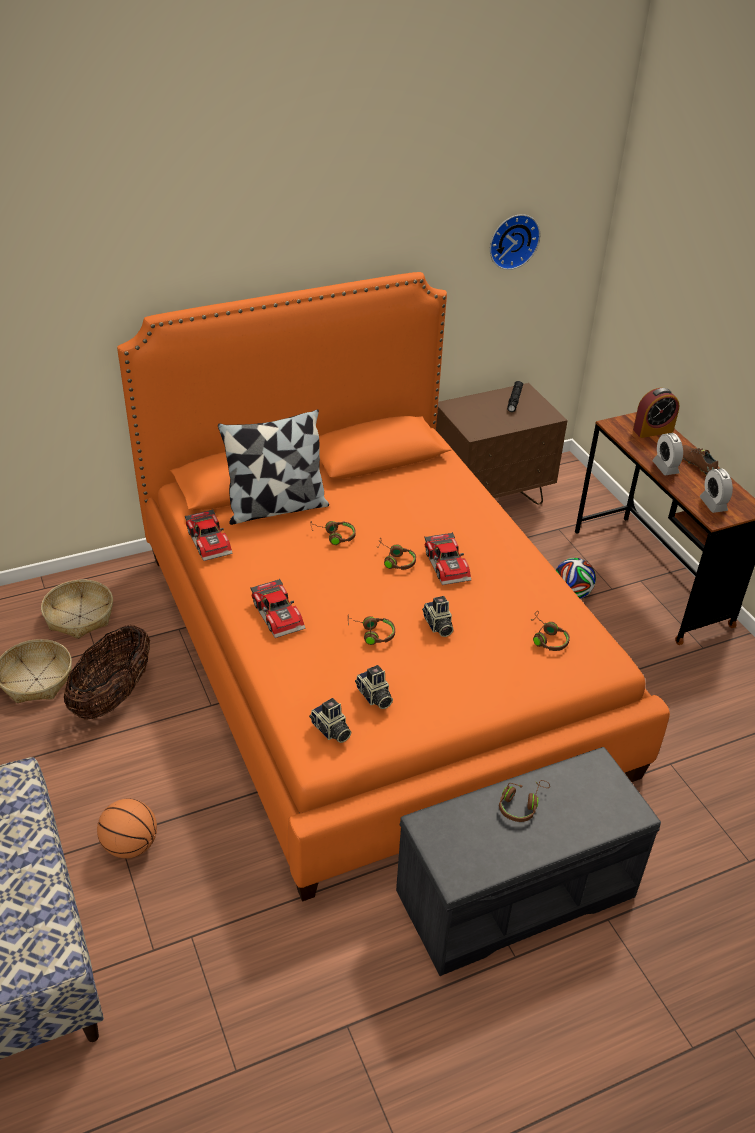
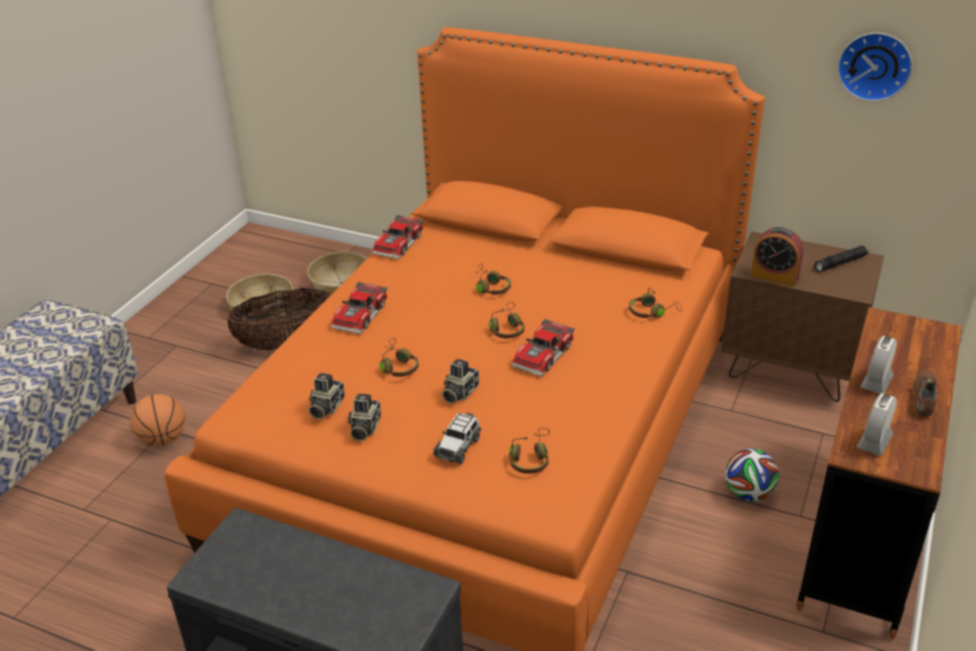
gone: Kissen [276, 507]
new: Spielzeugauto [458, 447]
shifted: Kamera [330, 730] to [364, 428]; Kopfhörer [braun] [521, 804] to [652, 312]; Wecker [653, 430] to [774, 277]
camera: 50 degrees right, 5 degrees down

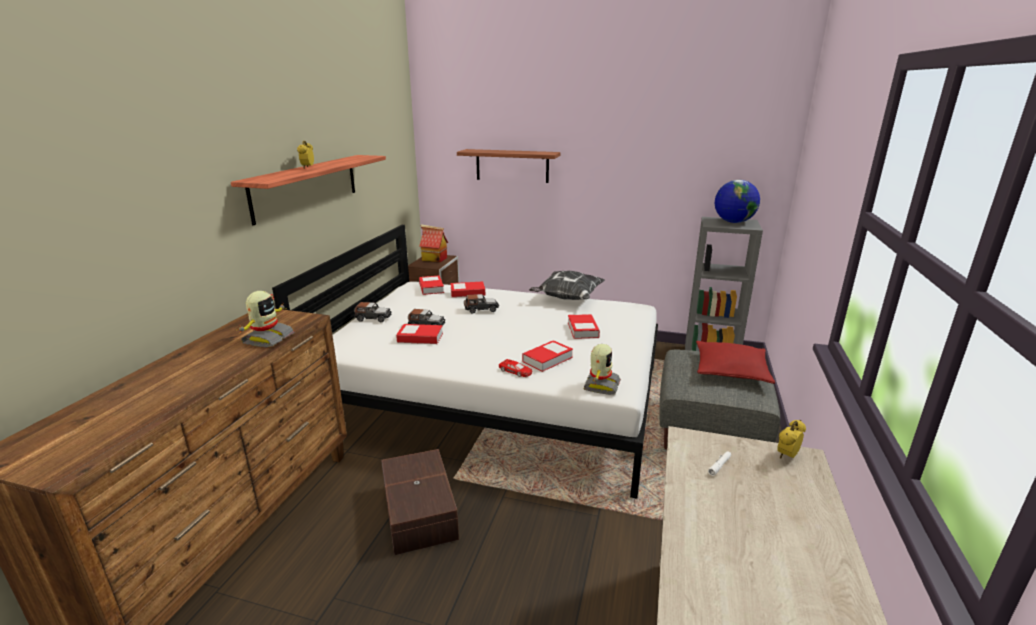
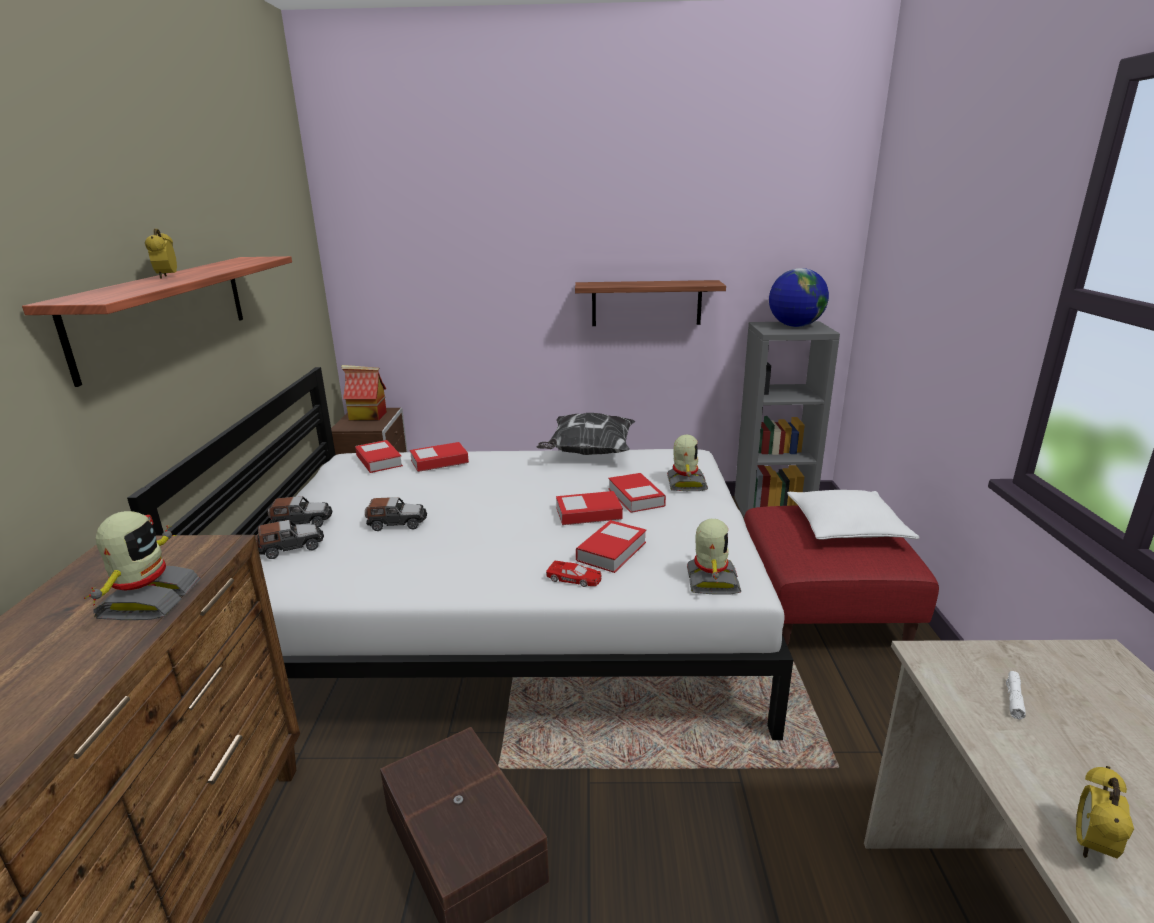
new: Spielzeugroboter [685, 484]
shifted: Spielzeugauto [481, 309] to [291, 547]; Buch [420, 338] to [588, 513]; Wandregal [512, 166] to [646, 303]; Wecker [786, 456] to [1091, 846]
repainted: Polsterhocker [grau] [708, 429] to Polsterhocker [rot] [821, 611]; Kissen [rot] [731, 370] to Kissen [weiß] [846, 527]
camera: 15 degrees left, 0 degrees up

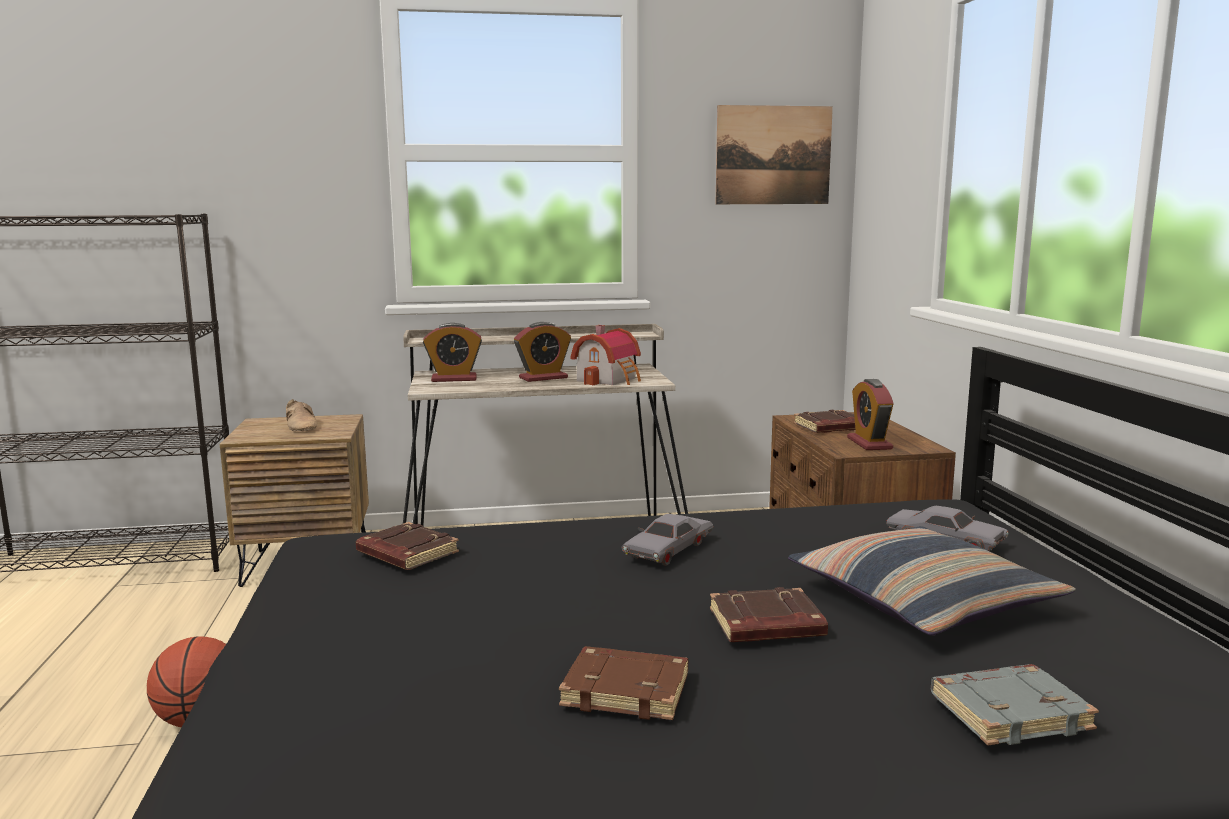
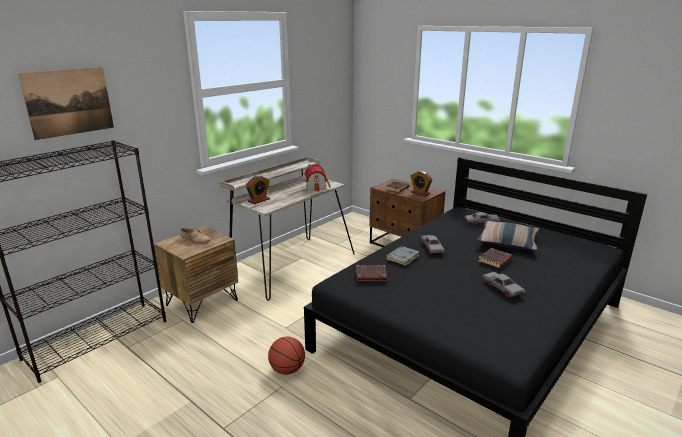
gone: Wecker [543, 378]
shifted: Bild [773, 155] to [69, 102]; Buch [grau] [1009, 712] to [402, 257]
swapped: Buch [braun] [627, 690] to Spielzeugauto [grau] [502, 288]
camera: 40 degrees left, 10 degrees up

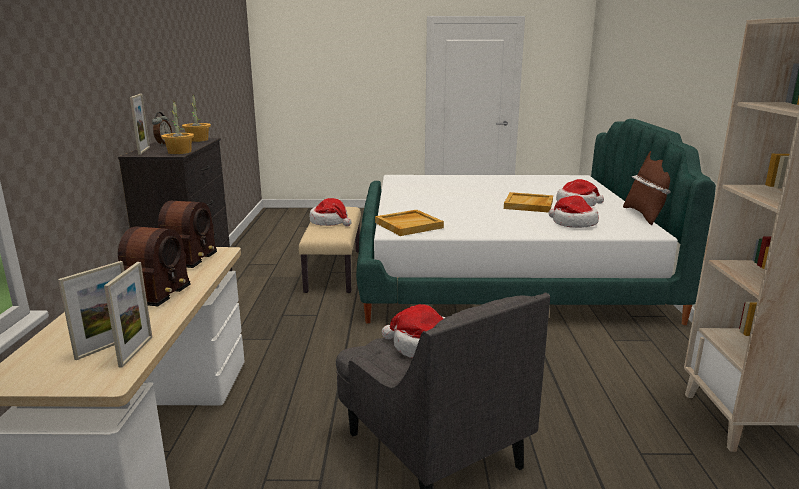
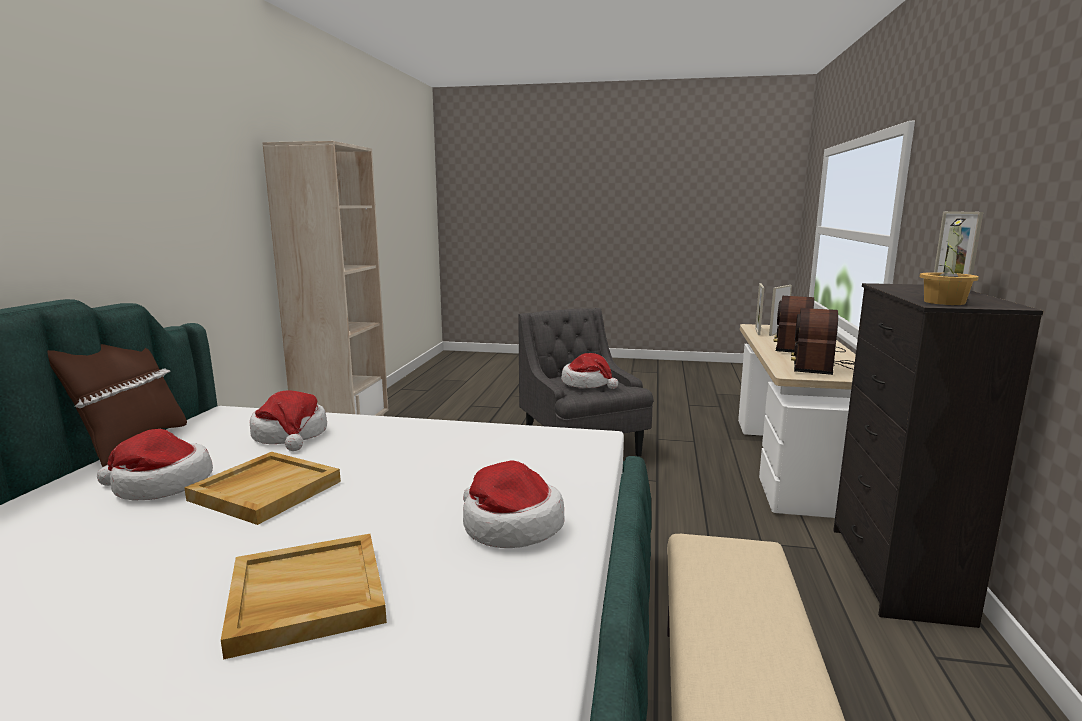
gone: Wecker [163, 144]; Topfpflanze [179, 152]
shifted: Tablett [beige] [409, 225] to [306, 597]; Hut [330, 222] to [510, 526]
camera: 170 degrees left, 5 degrees down

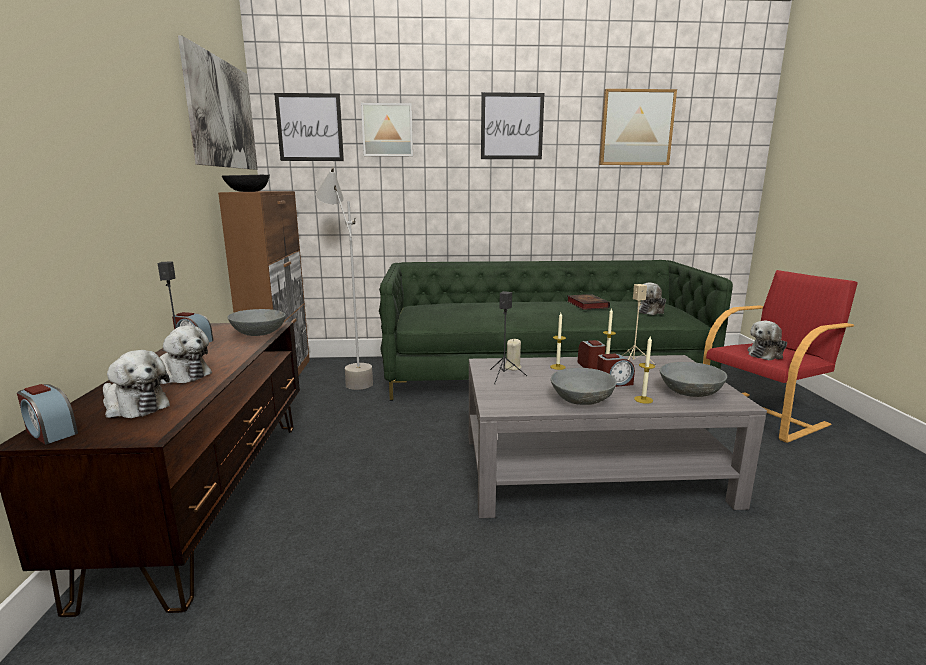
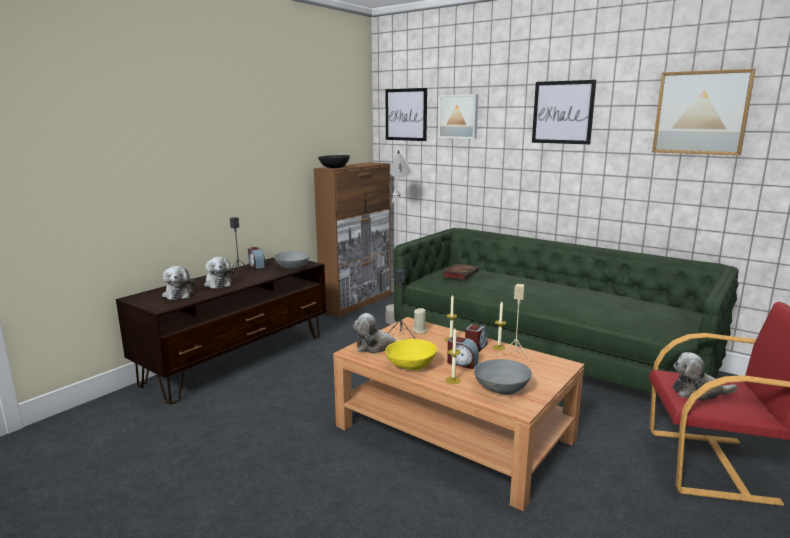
gone: Wecker [50, 432]; Bild [222, 114]
shifted: Plüschtier [651, 311] to [376, 347]; Buch [586, 304] to [460, 274]
repainted: Couchtisch [grau] [592, 469] to Couchtisch [braun] [454, 433]; Schüssel [grau] [581, 400] to Schüssel [gelb] [411, 365]
camera: 40 degrees right, 0 degrees up

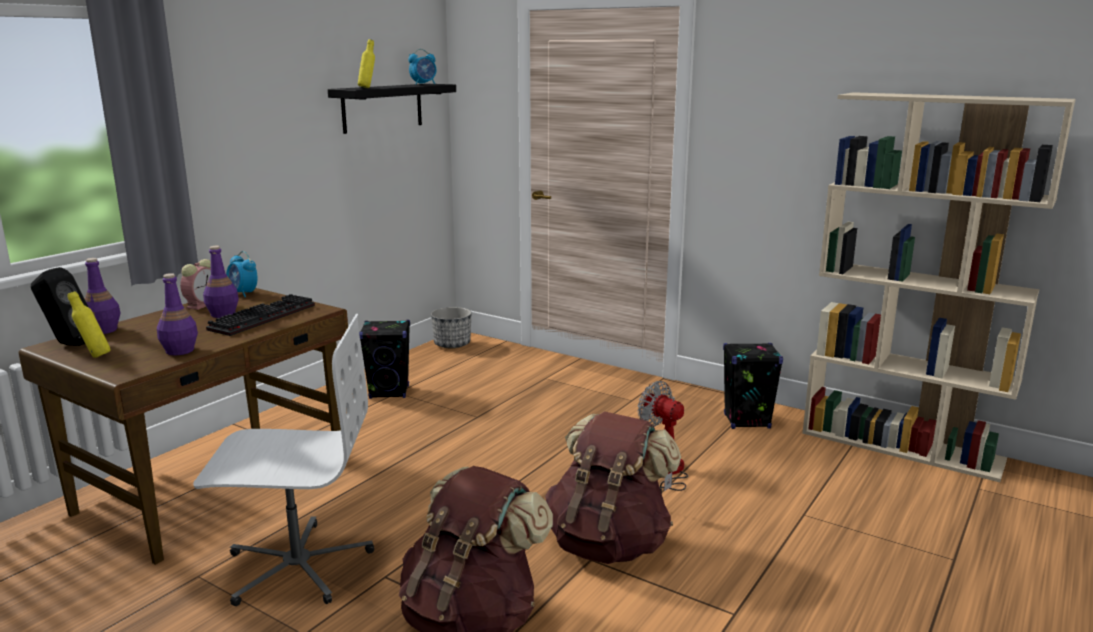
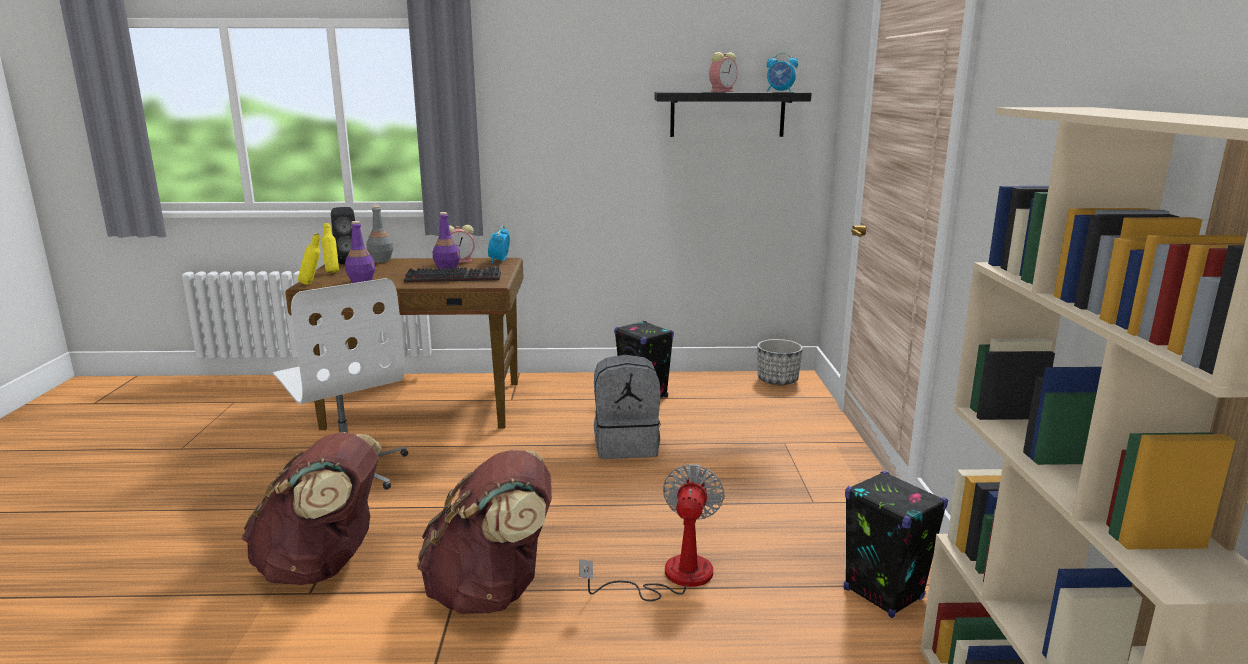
new: Rucksack [grau] [626, 445]; Wecker [722, 91]
shifted: Flasche [gelb] [368, 88] to [312, 284]
repainted: Flasche [lila] [104, 330] to Flasche [grau] [381, 260]
camera: 55 degrees right, 0 degrees up

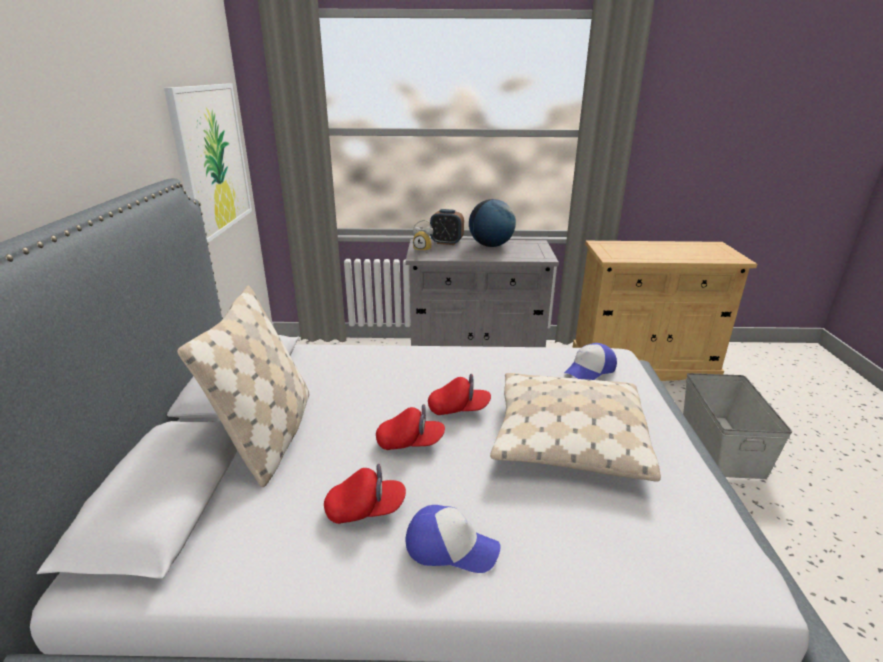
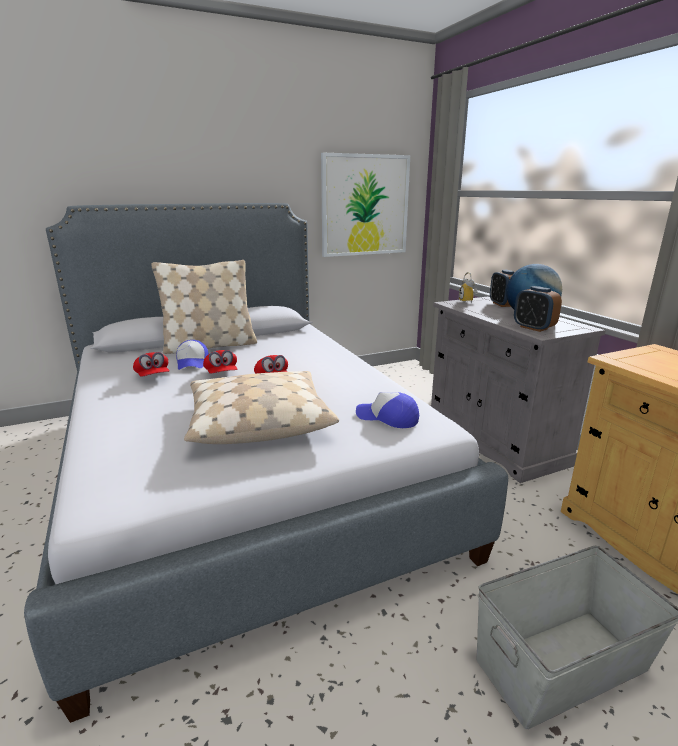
new: Wecker [533, 328]
shifted: Kappe [451, 547] to [192, 362]
camera: 65 degrees right, 5 degrees down

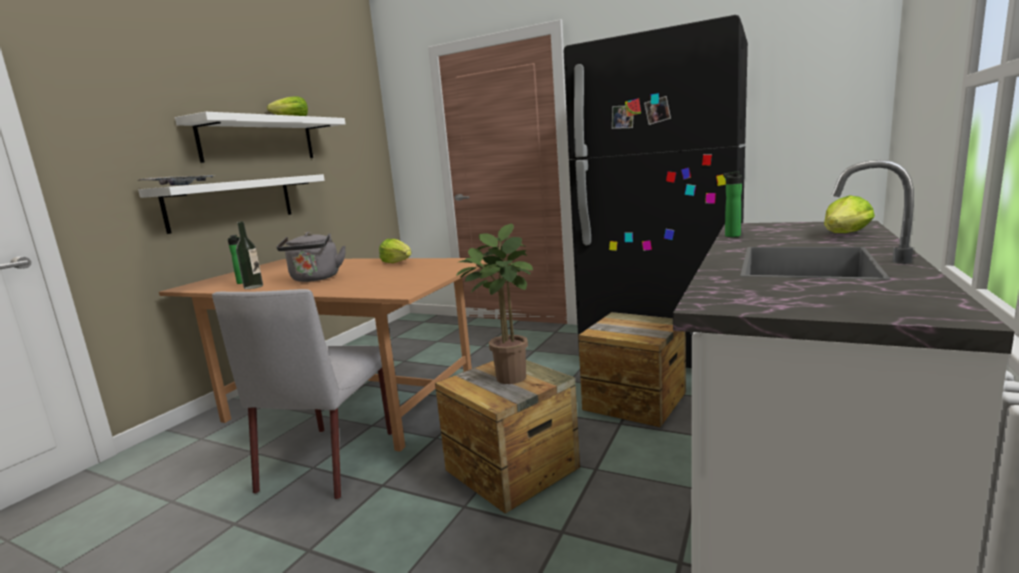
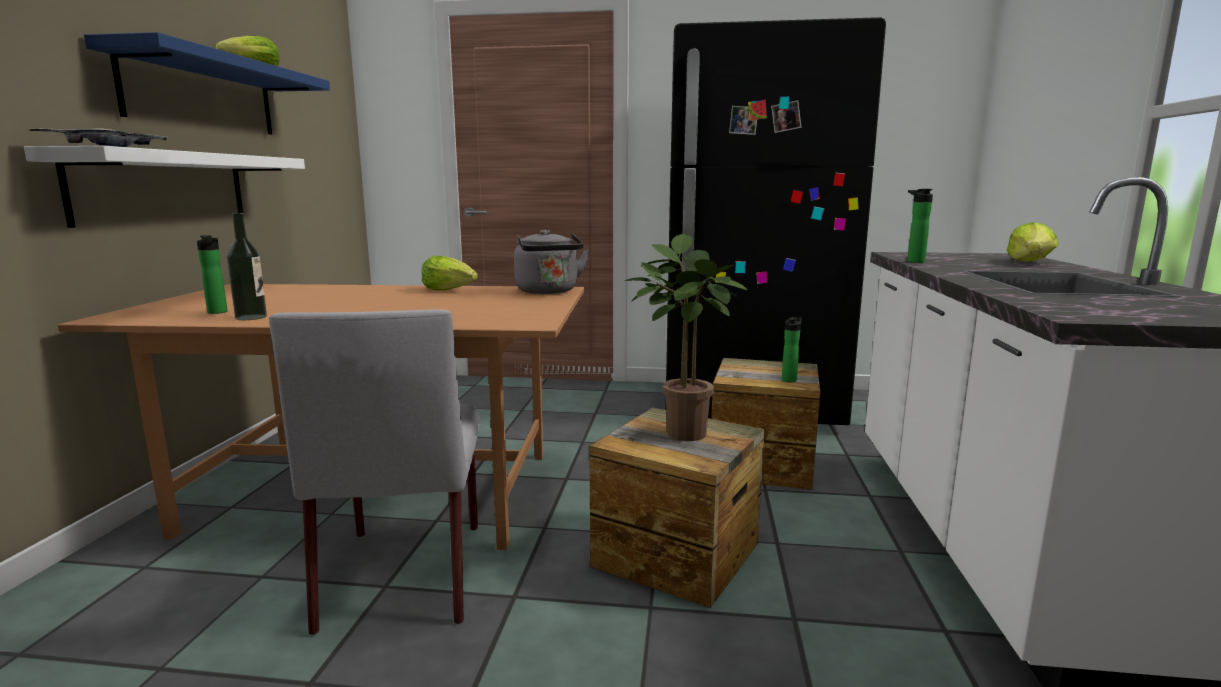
new: Flasche [789, 379]
shifted: Wasserkessel [grau] [315, 279] to [548, 292]
repainted: Wandregal [weiß] [258, 140] to Wandregal [blau] [202, 95]
camera: 20 degrees left, 0 degrees up

